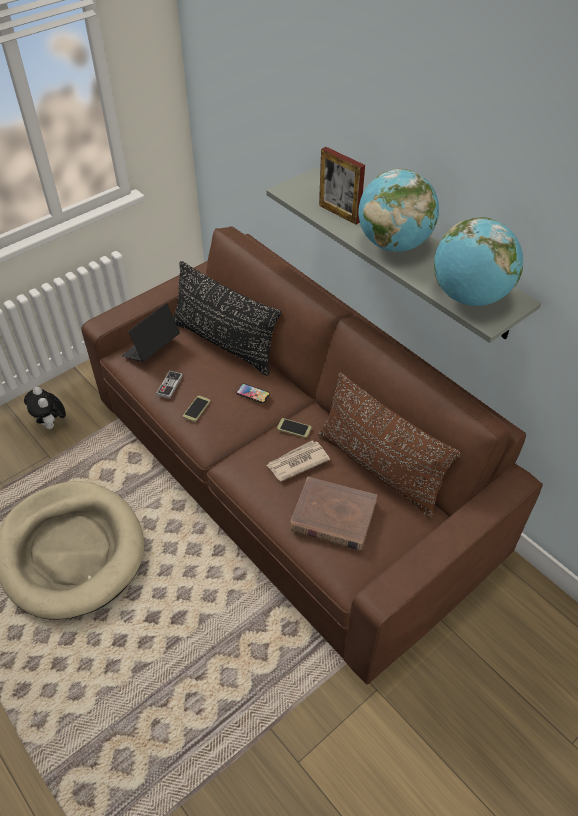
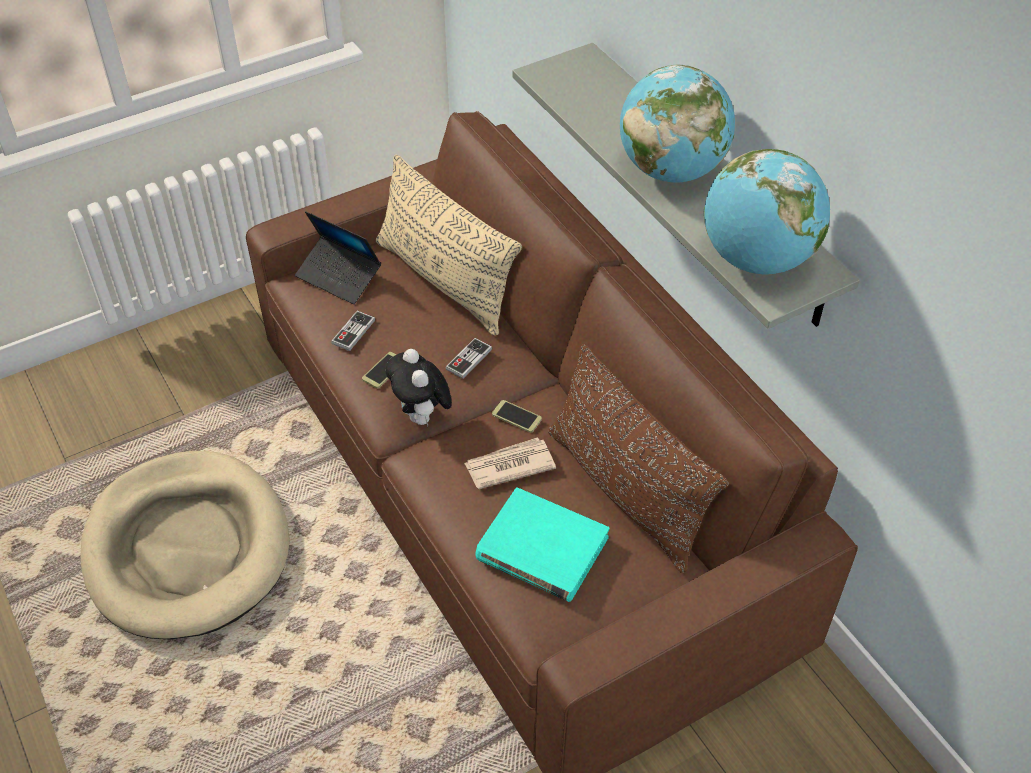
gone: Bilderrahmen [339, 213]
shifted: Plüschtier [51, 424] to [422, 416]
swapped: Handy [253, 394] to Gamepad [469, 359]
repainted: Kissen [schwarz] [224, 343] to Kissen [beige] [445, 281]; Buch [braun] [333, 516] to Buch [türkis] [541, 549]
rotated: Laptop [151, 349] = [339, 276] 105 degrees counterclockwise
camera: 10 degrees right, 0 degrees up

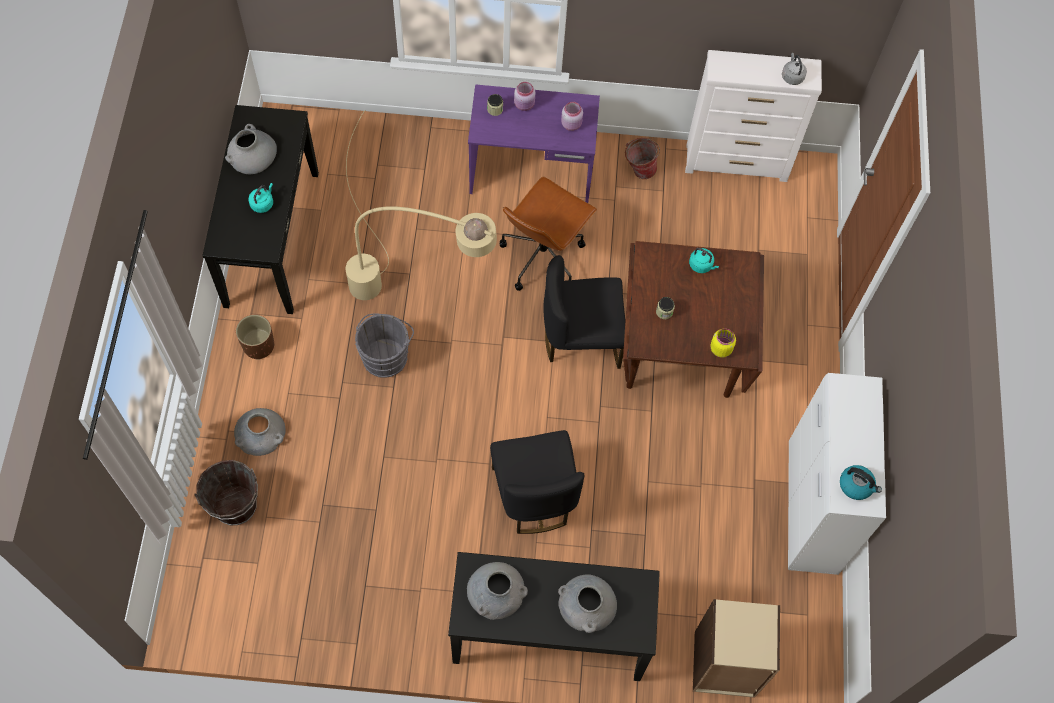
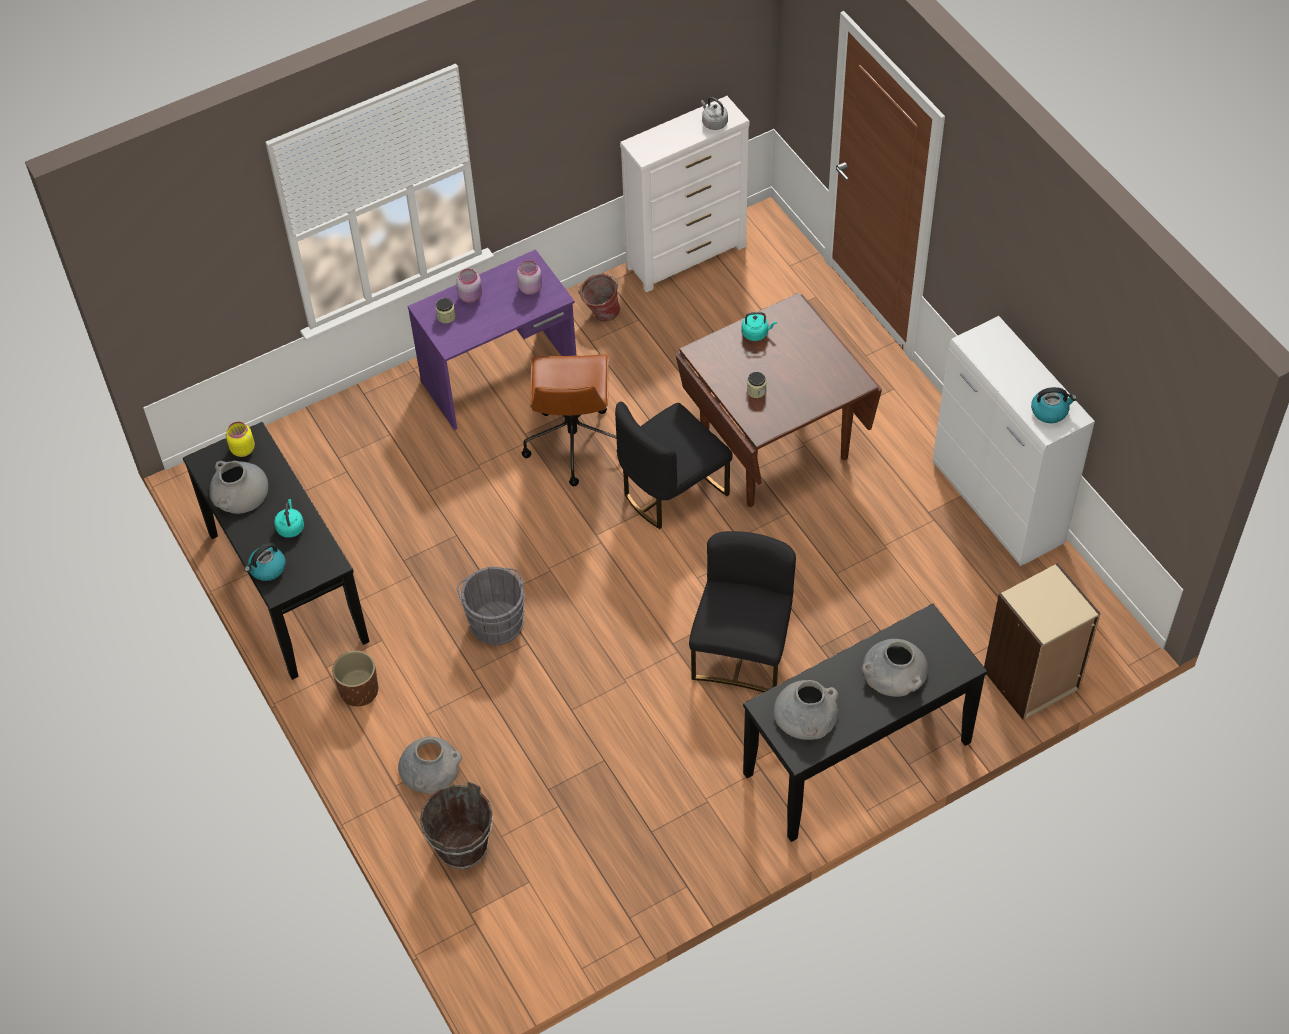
gone: Stehlampe [beige] [409, 284]
new: Wasserkessel [267, 569]
shifted: Vorratsglas [gelb] [720, 348] to [242, 449]
rotated: Stuhl [schwarz] [534, 495] = [743, 651] 120 degrees counterclockwise
camera: 30 degrees left, 10 degrees down

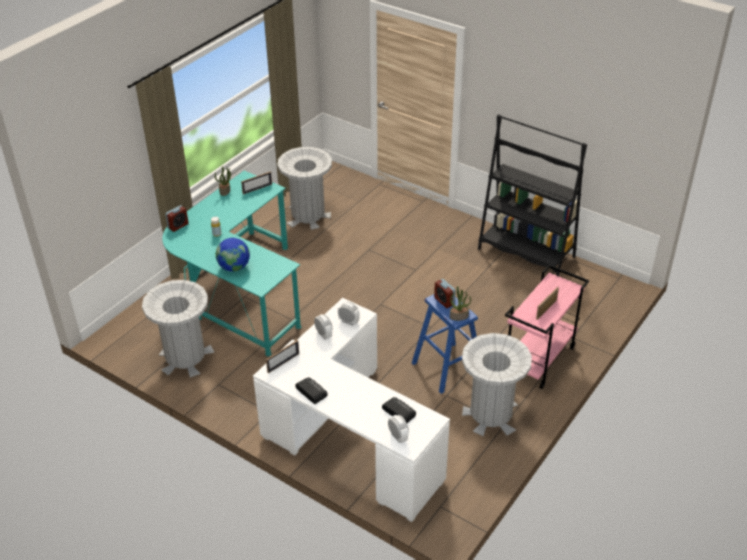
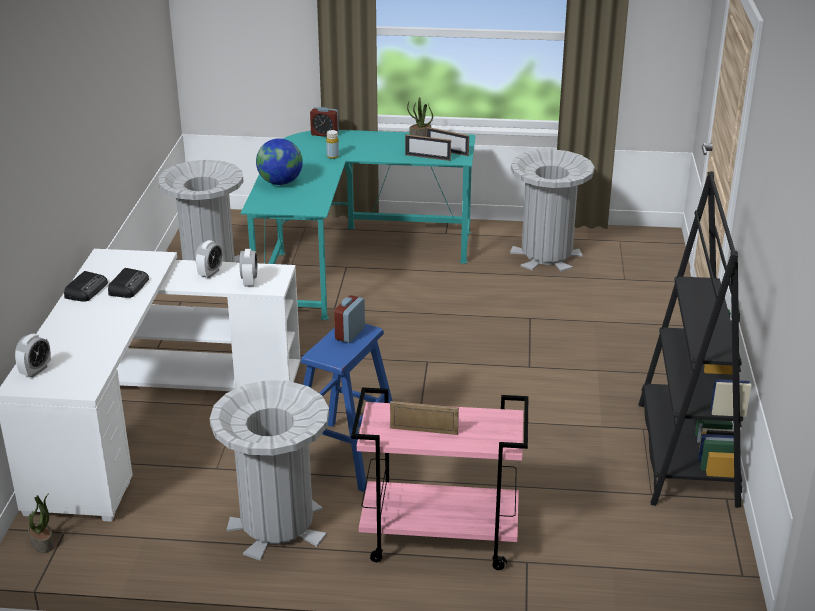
shifted: Topfpflanze [459, 316] to [43, 543]; Radio [398, 412] to [129, 286]; Bilderrahmen [283, 363] to [427, 157]
camera: 60 degrees right, 10 degrees down

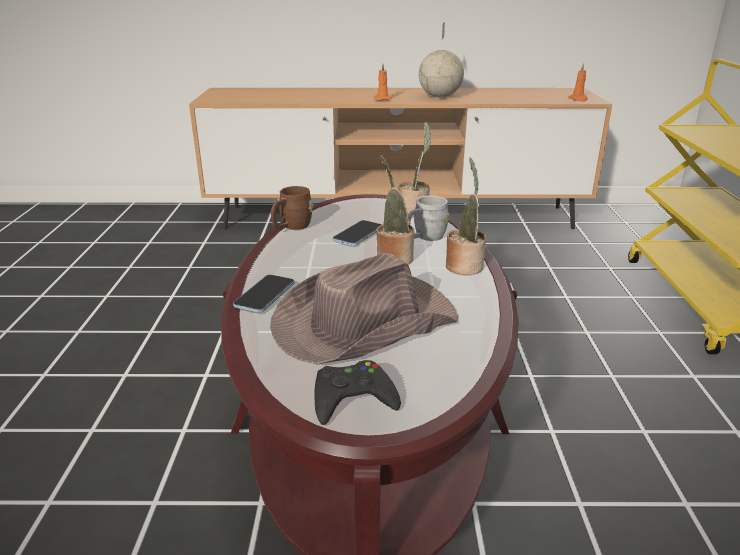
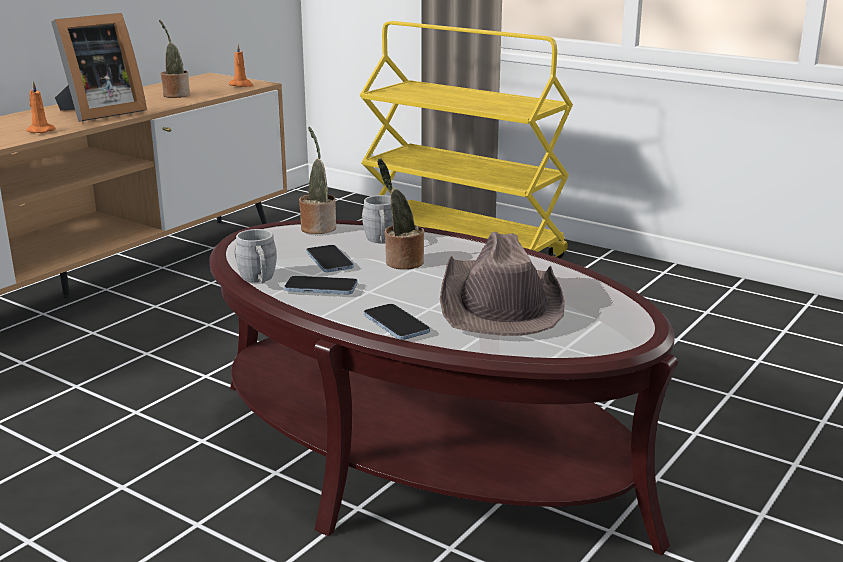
gone: Gamepad [schwarz] [353, 399]
new: Handy [321, 288]
shifted: Topfpflanze [464, 265] to [175, 95]
swapped: Globus [440, 97] to Bilderrahmen [99, 113]
repainted: Henkelbecher [braun] [291, 227] to Henkelbecher [grau] [259, 280]
camera: 55 degrees left, 5 degrees down

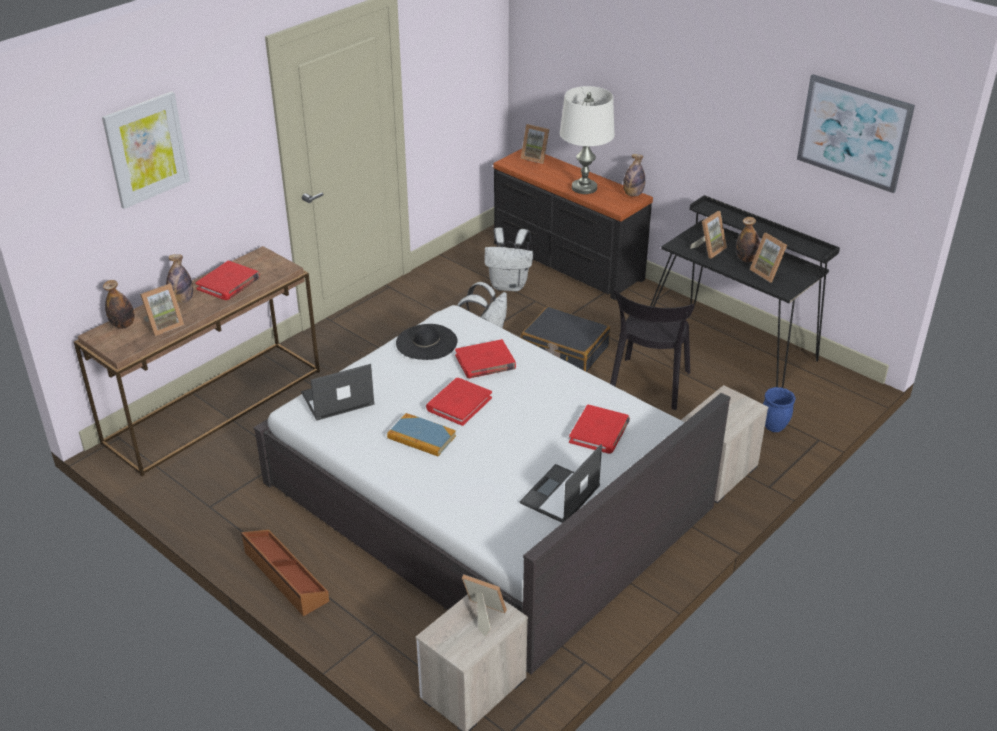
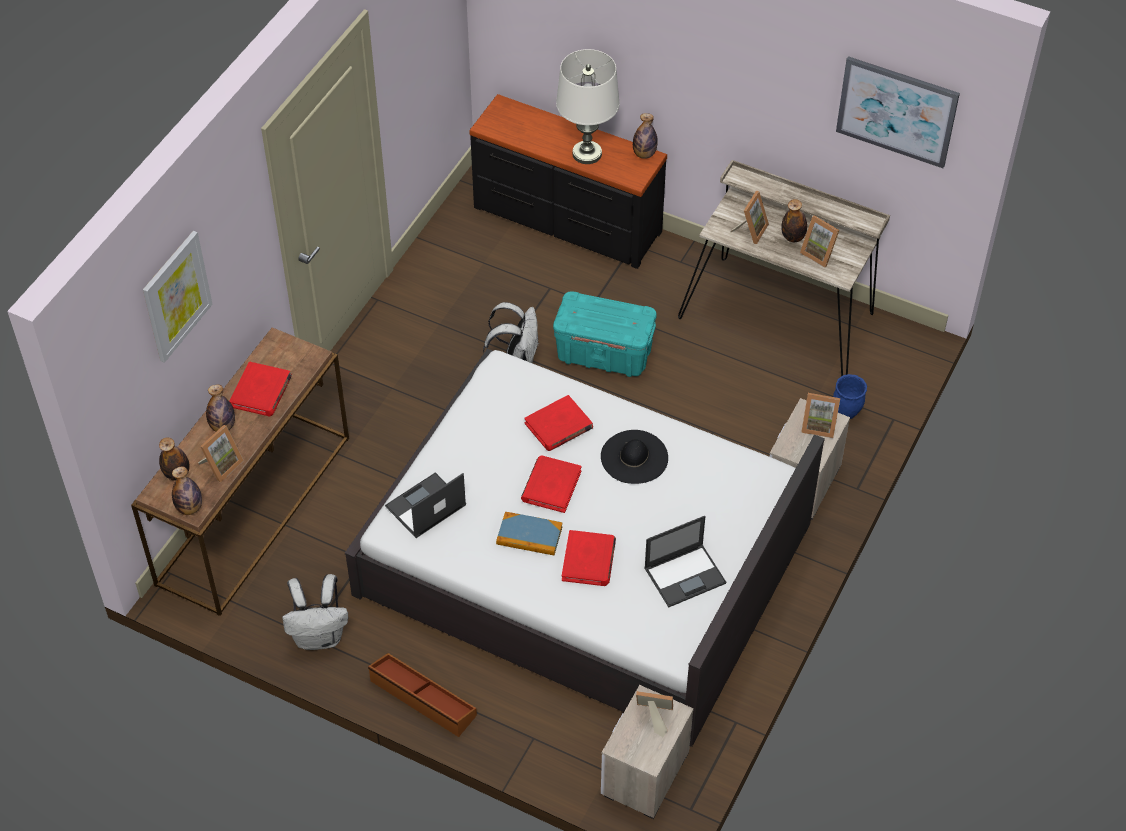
gone: Stuhl [schwarz] [648, 386]
new: Flasche [189, 508]
shifted: Rucksack [weiß] [509, 285] to [320, 636]; Buch [rot] [599, 432] to [588, 560]; Hut [schwarz] [426, 342] to [634, 457]; Bilderrahmen [536, 157] to [819, 425]
swapped: Koffer [schwarz] [564, 350] to Aufbewahrungsbox [türkis] [604, 354]
repainted: Schreibtisch [schwarz] [732, 349] to Schreibtisch [beige] [780, 315]
rotated: Laptop [559, 495] = [685, 575] 135 degrees counterclockwise
camera: 15 degrees left, 15 degrees up

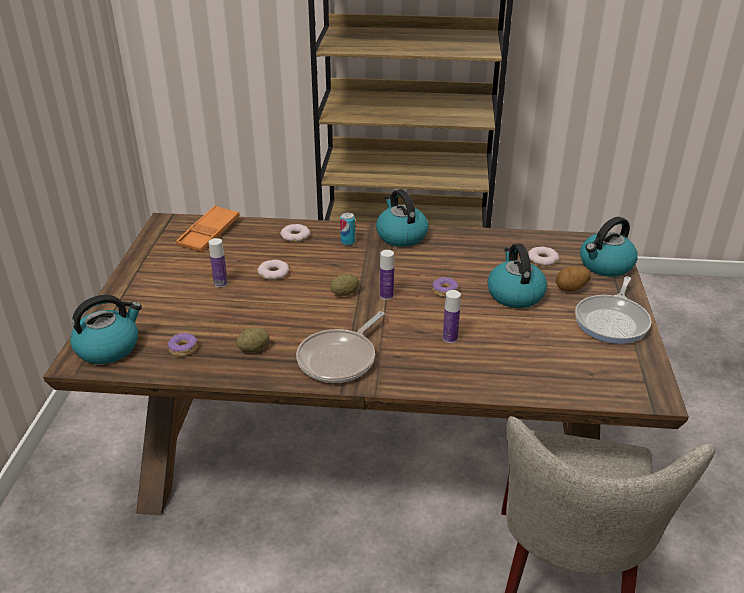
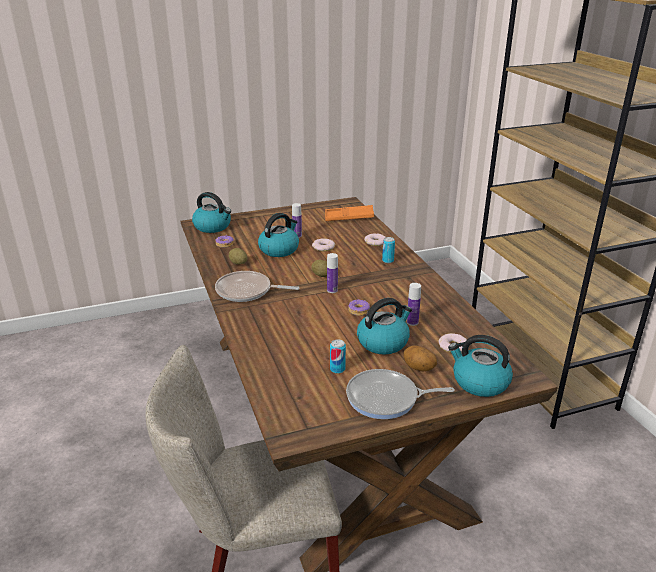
new: Dose [337, 369]
shifted: Wasserkessel [401, 236] to [279, 249]; Flasche [450, 338] to [412, 322]
camera: 65 degrees right, 5 degrees down

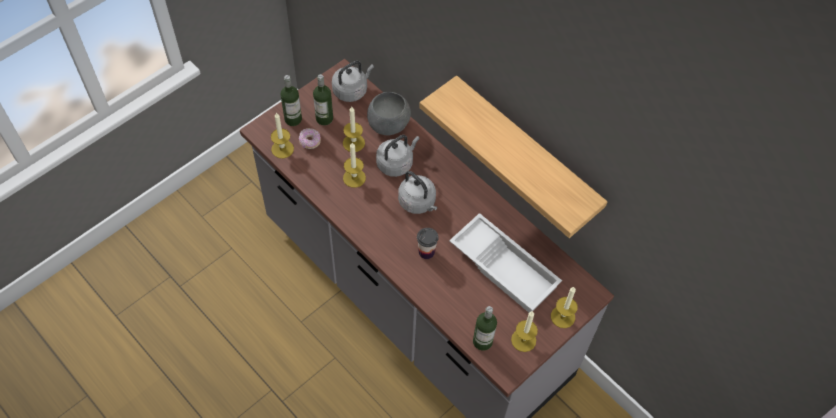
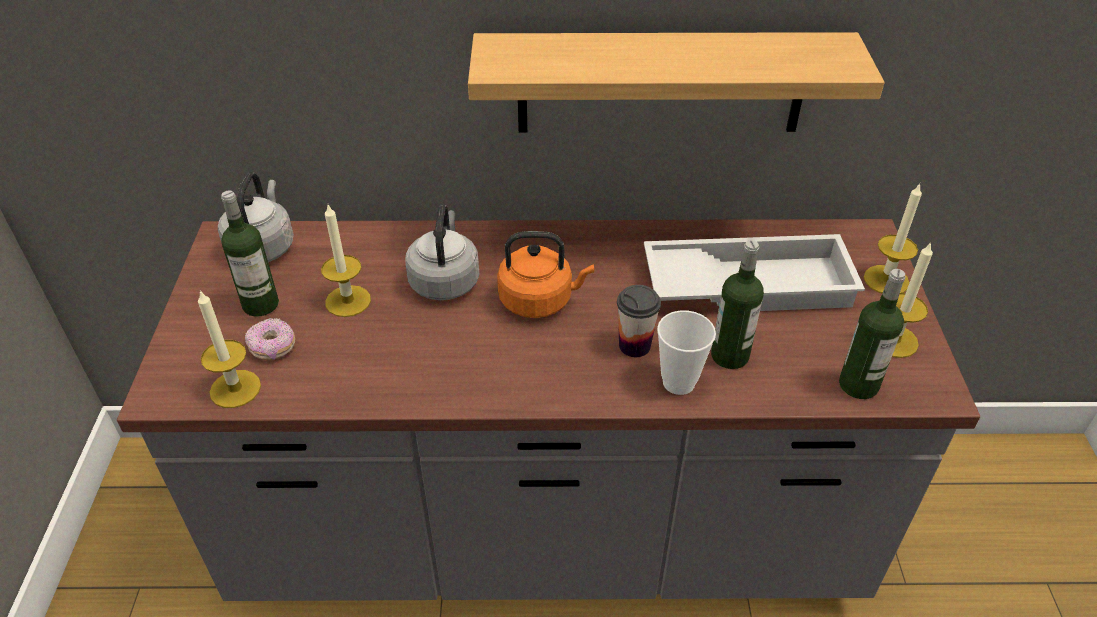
gone: Kerze [354, 178]; Schüssel [grau] [389, 125]
new: Tasse [678, 382]
shifted: Flasche [293, 119] to [729, 356]
repainted: Wasserkessel [grau] [418, 203] to Wasserkessel [orange] [539, 300]
camera: 45 degrees left, 15 degrees down

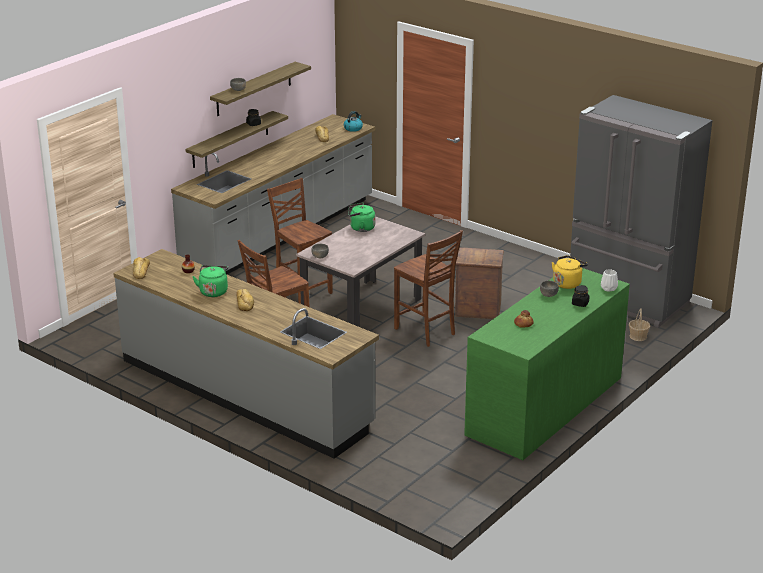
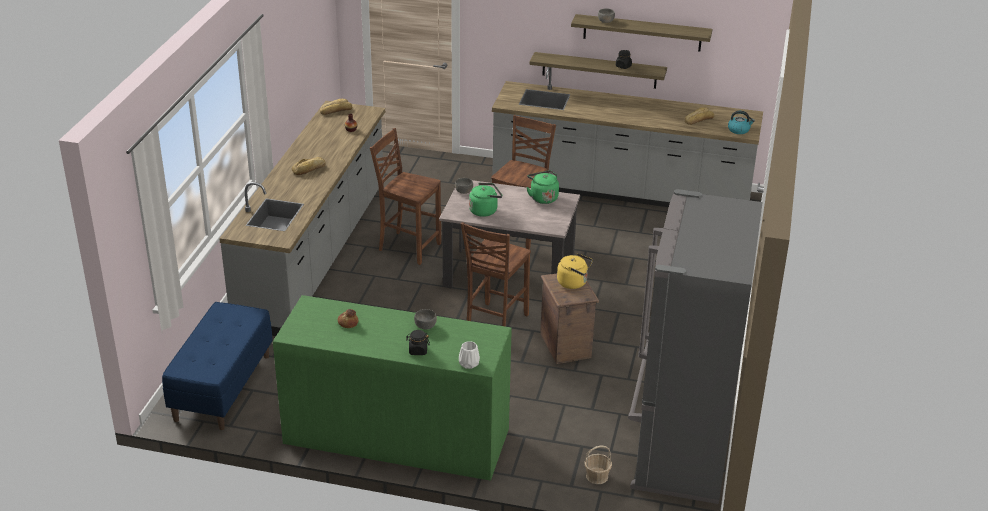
new: Bank [blau] [222, 387]
shifted: Wasserkessel [grün] [213, 291] to [485, 210]; Wasserkessel [gelb] [568, 283] to [574, 283]
camera: 65 degrees right, 5 degrees up

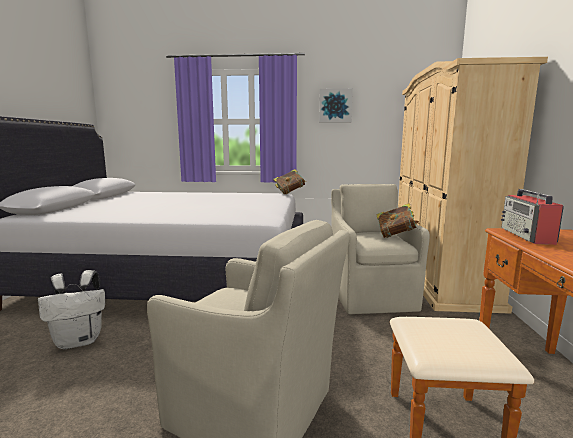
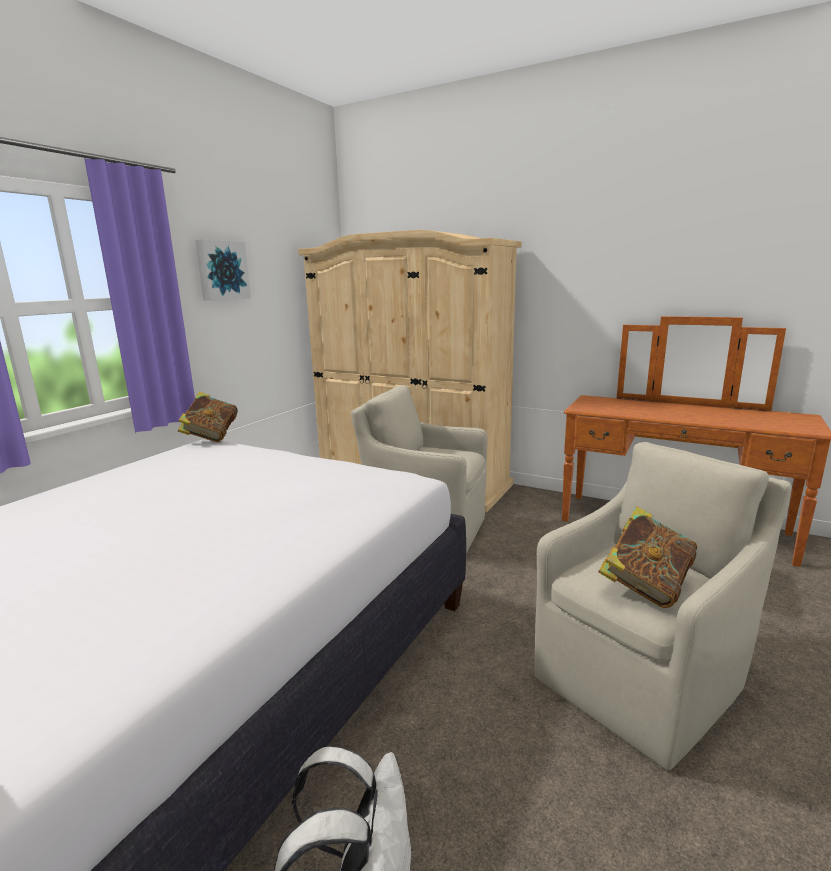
gone: Radio [527, 236]
shifted: Buch [396, 236] to [645, 586]
camera: 65 degrees left, 5 degrees up

